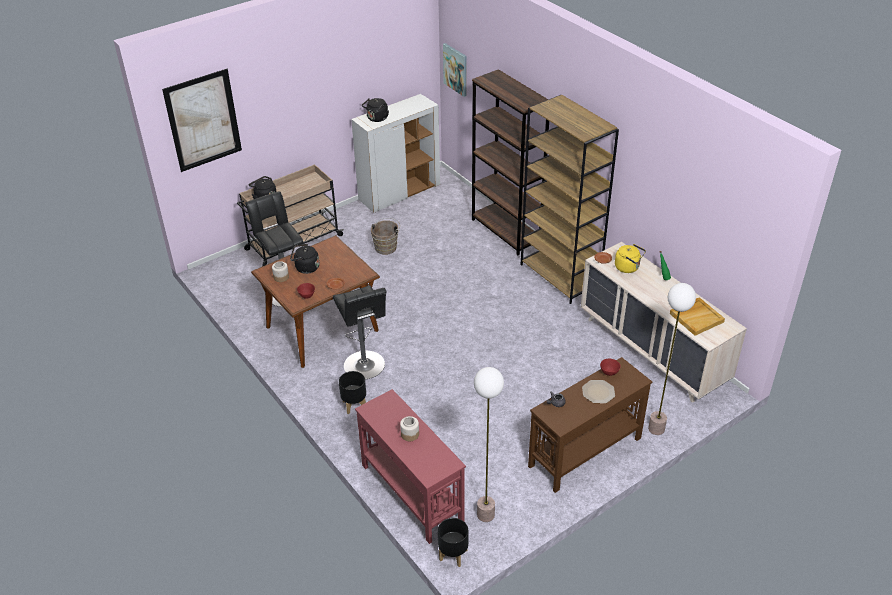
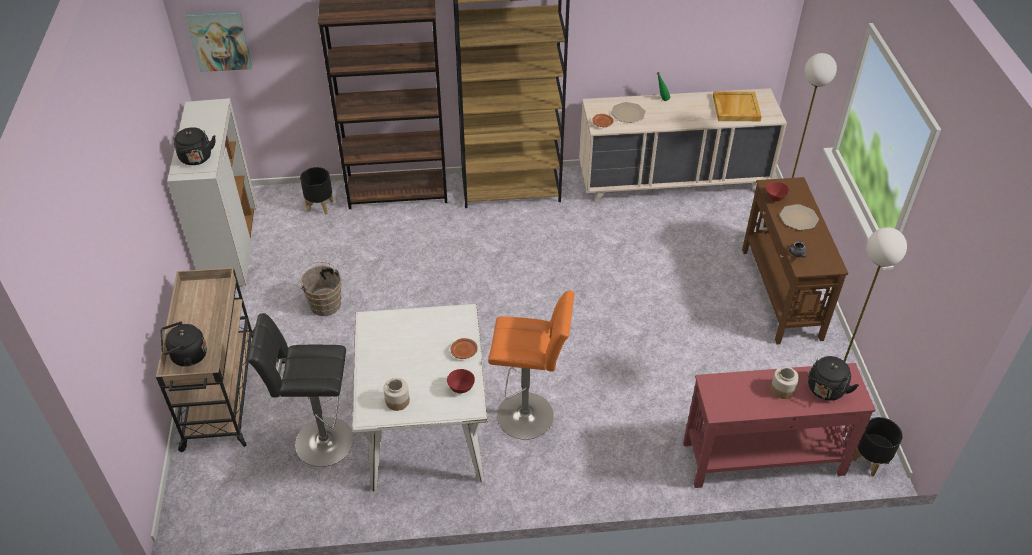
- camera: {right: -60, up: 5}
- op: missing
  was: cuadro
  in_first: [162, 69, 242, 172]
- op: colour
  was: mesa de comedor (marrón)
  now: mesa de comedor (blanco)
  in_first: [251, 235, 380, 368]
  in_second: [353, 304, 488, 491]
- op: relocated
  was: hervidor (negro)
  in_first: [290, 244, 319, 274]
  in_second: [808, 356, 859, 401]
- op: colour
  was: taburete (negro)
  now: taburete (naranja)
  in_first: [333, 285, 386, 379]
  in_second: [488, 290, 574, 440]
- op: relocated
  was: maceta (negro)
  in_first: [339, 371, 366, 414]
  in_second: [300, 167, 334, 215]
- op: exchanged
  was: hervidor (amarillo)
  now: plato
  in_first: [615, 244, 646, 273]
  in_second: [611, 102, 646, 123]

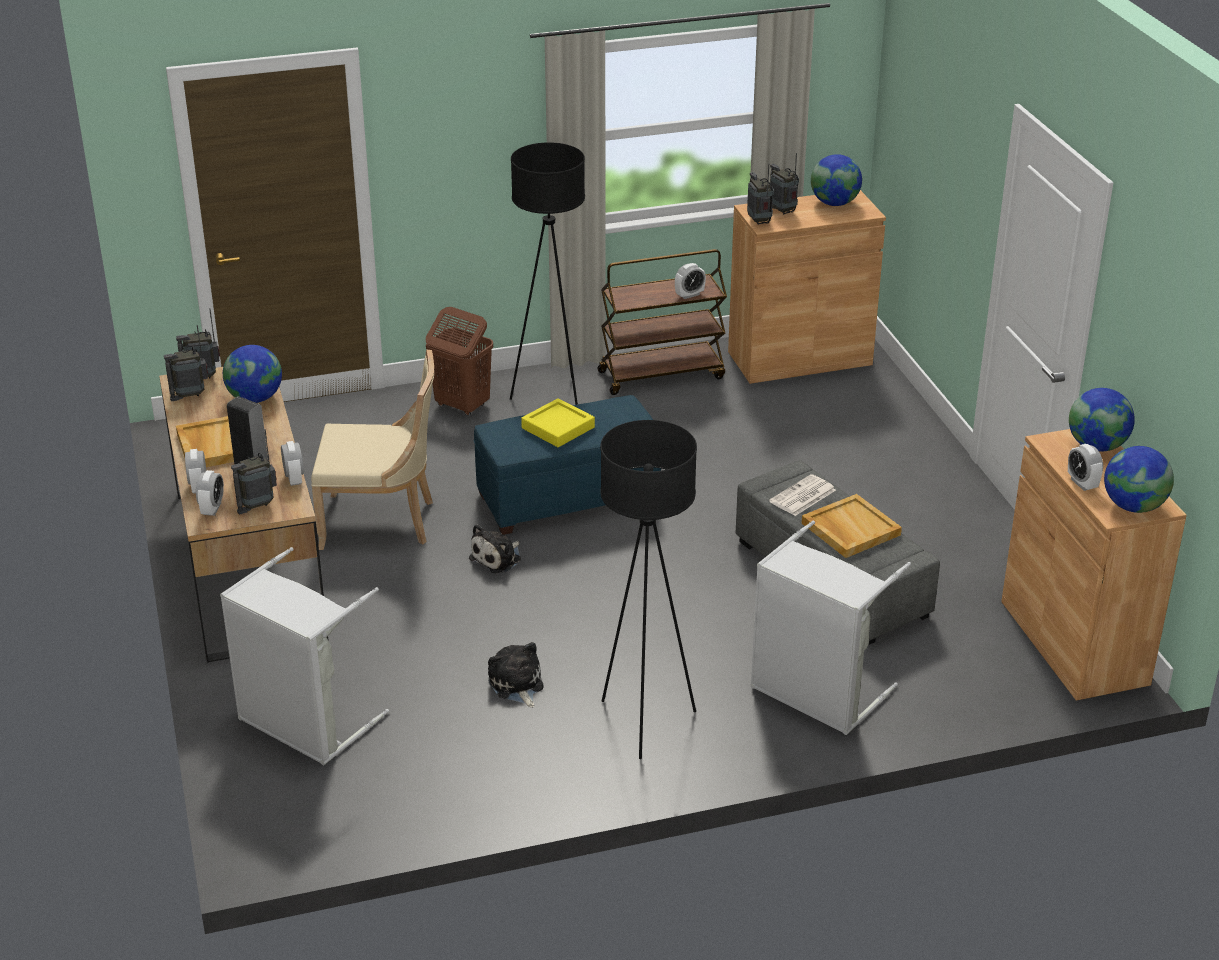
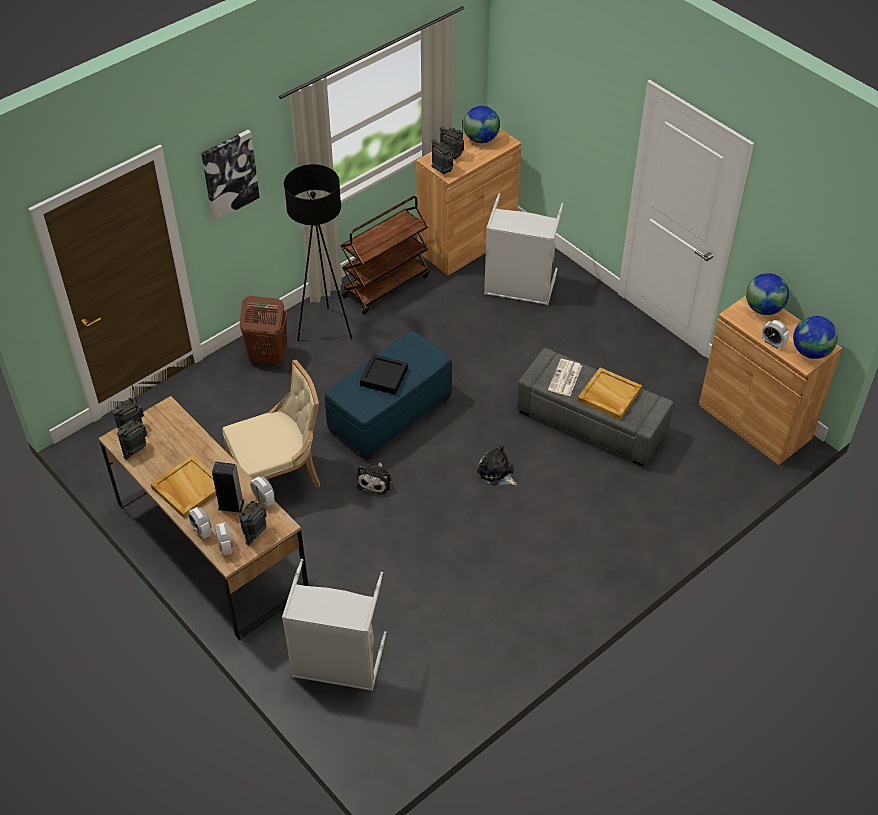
- camera: {right: -25, up: 15}
- op: missing
  was: globo terráqueo
  in_first: [223, 345, 282, 403]
- op: relocated
  was: peluche
  in_first: [488, 642, 544, 708]
  in_second: [477, 445, 517, 486]
- op: colour
  was: bandeja (amarillo)
  now: bandeja (negro)
  in_first: [521, 398, 595, 447]
  in_second: [360, 354, 408, 395]
- op: missing
  was: lámpara de pie (negro)
  in_first: [600, 420, 697, 759]
- op: missing
  was: despertador
  in_first: [675, 263, 706, 299]
- op: relocated
  was: cesto de la ropa (gris)
  in_first: [750, 520, 911, 735]
  in_second: [484, 193, 564, 305]
- op: appeared
  now: cuadro
  in_second: [201, 130, 260, 221]

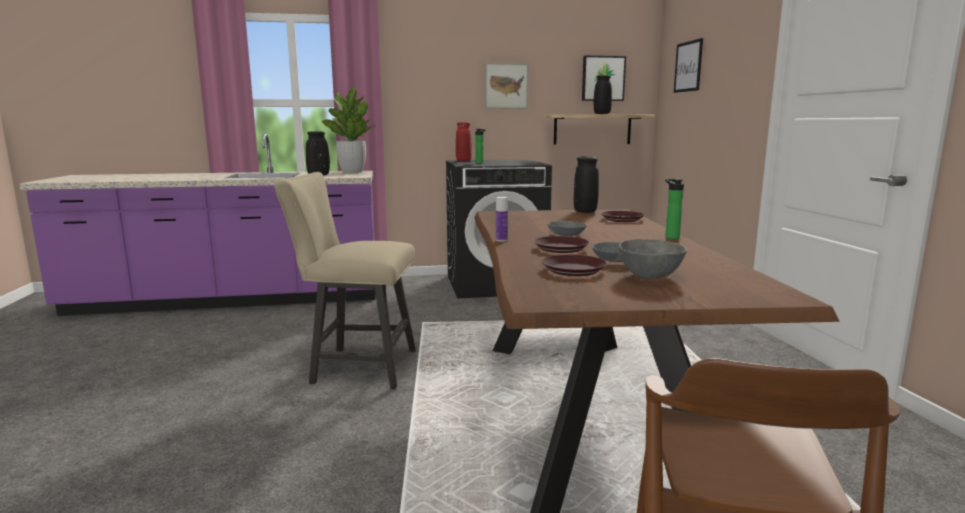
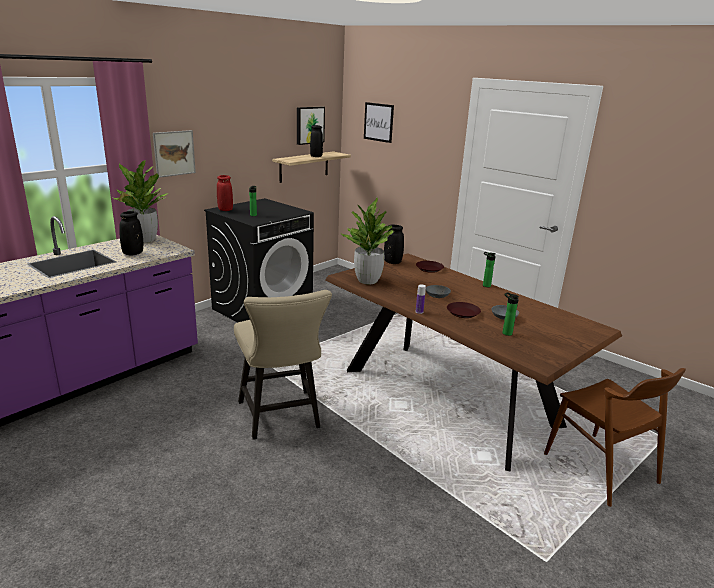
- camera: {right: -40, up: 10}
- op: spun
  was: silla (beis)
  in_first: [274, 172, 416, 389]
  in_second: [234, 290, 332, 440]
  clockwise: -75
- op: relocated
  was: cuadro
  in_first: [485, 63, 529, 109]
  in_second: [153, 130, 196, 178]
- op: exchanged
  was: plato (marrón)
  now: botella
  in_first: [541, 254, 607, 276]
  in_second: [503, 292, 519, 336]
- op: missing
  was: cuenco (gris)
  in_first: [619, 239, 687, 279]
- op: appeared
  now: planta en maceta
  in_second: [342, 198, 394, 284]

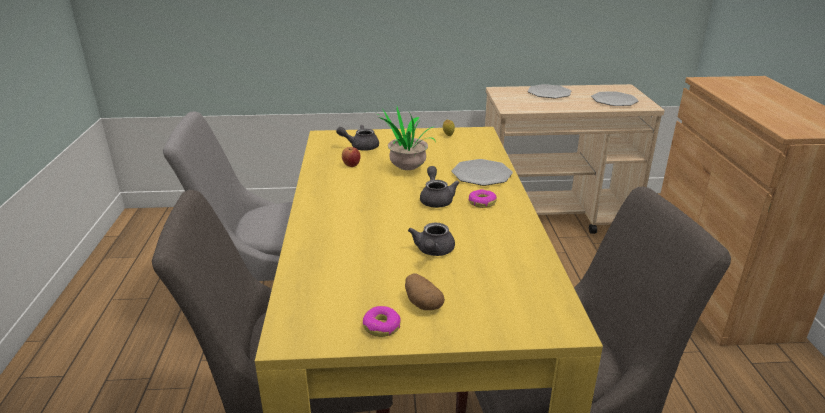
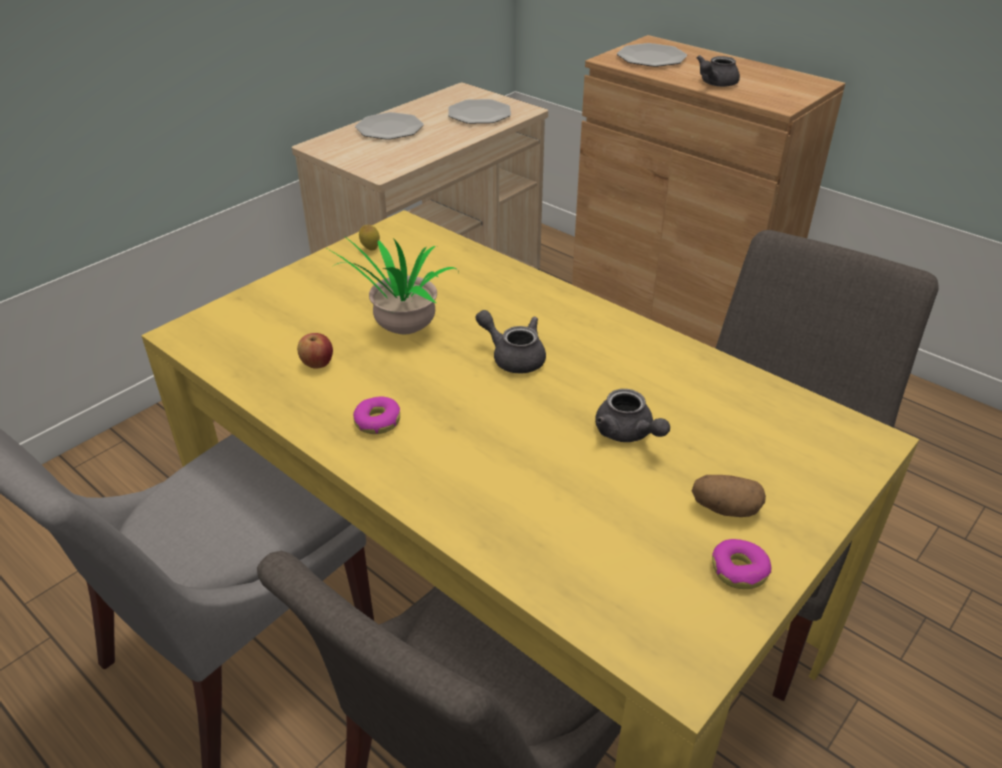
- camera: {right: -45, up: 10}
- op: relocated
  was: tetera (gris)
  in_first: [336, 125, 379, 151]
  in_second: [697, 55, 740, 87]
- op: relocated
  was: plato
  in_first: [452, 159, 513, 186]
  in_second: [617, 43, 687, 67]
- op: relocated
  was: rosquilla
  in_first: [469, 189, 497, 208]
  in_second: [353, 396, 400, 434]

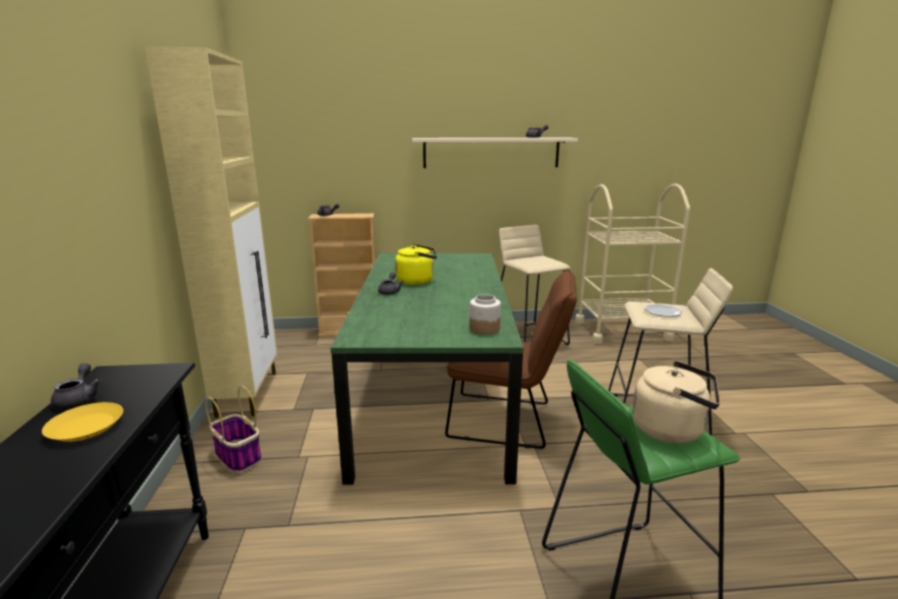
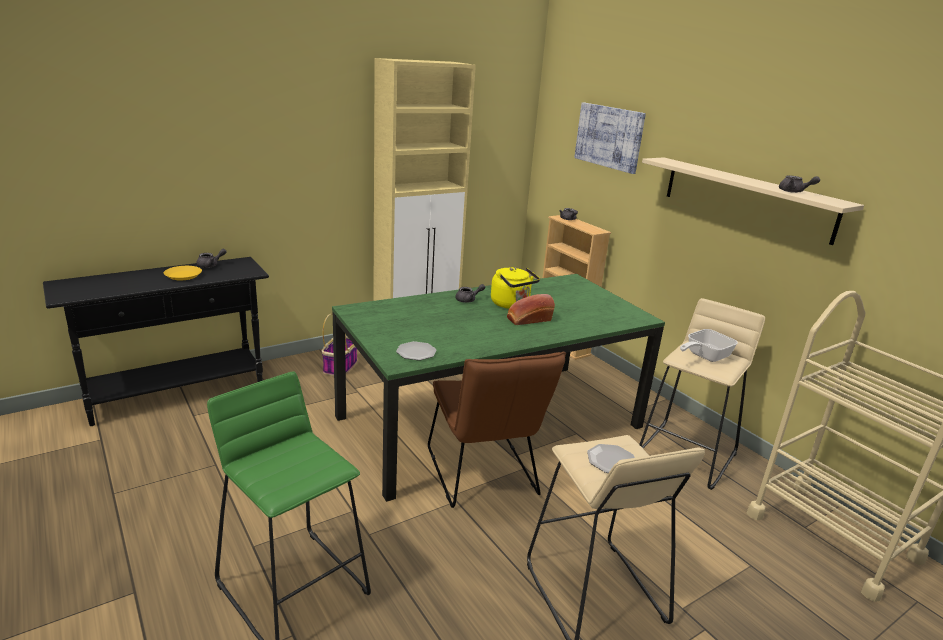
- camera: {right: 60, up: 5}
- op: exchanged
  was: tarro
  now: plato
  in_first: [470, 294, 501, 335]
  in_second: [396, 341, 436, 360]
- op: missing
  was: hervidor (beis)
  in_first: [632, 361, 720, 444]
- op: appeared
  now: pan
  in_second: [507, 294, 555, 325]
- op: appeared
  now: cuadro
  in_second: [574, 102, 646, 174]
- op: appeared
  now: sartén
  in_second: [680, 329, 738, 362]

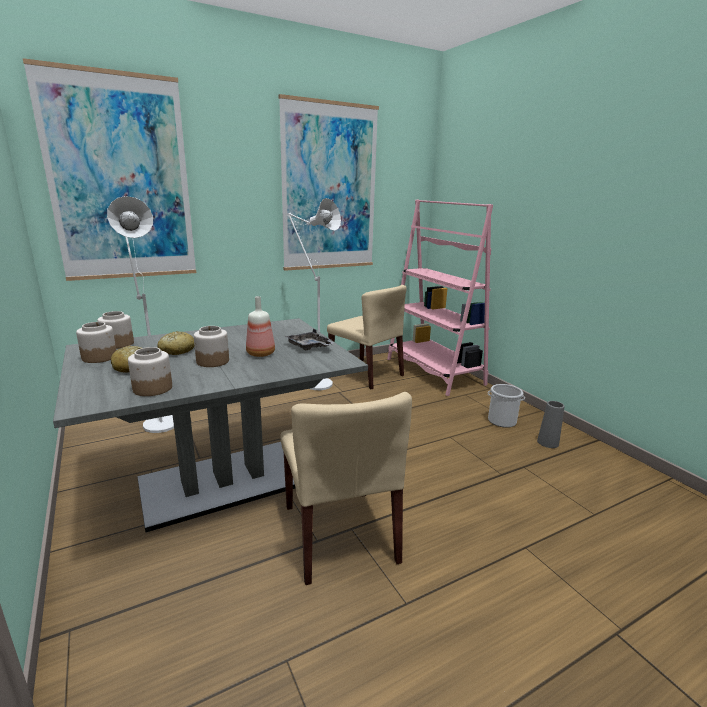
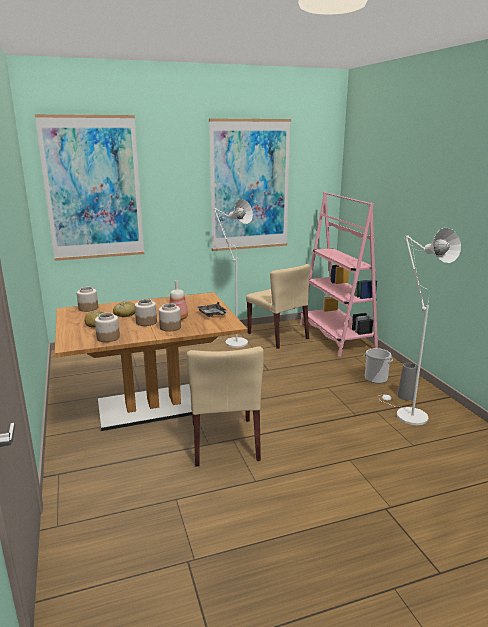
- camera: {right: 10, up: 0}
- op: colour
  was: mesa de comedor (gris)
  now: mesa de comedor (marrón)
  in_first: [53, 318, 368, 533]
  in_second: [55, 292, 248, 431]
- op: relocated
  was: tarro
  in_first: [76, 322, 116, 363]
  in_second: [159, 303, 181, 331]
- op: relocated
  was: lámpara de pie (blanco)
  in_first: [107, 196, 174, 433]
  in_second: [379, 228, 461, 425]

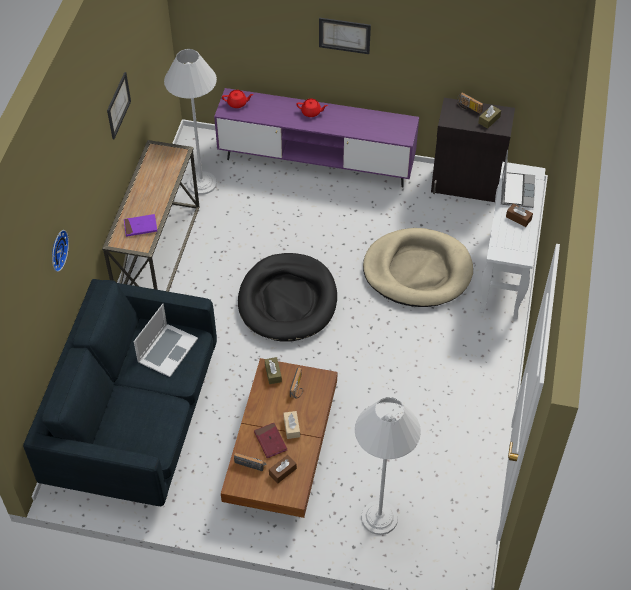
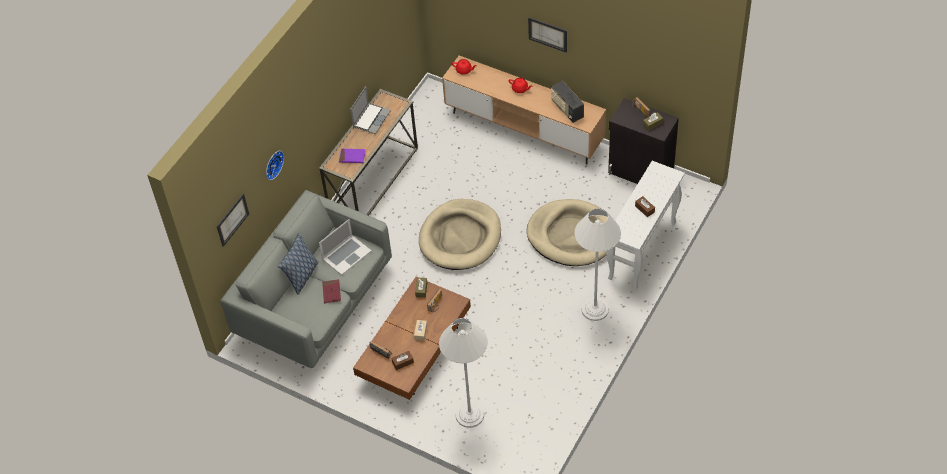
- camera: {right: 20, up: 0}
- op: colour
  was: sofá (azul)
  now: sofá (gris)
  in_first: [23, 279, 217, 506]
  in_second: [220, 190, 392, 368]
- op: relocated
  was: cuadro
  in_first: [107, 72, 131, 139]
  in_second: [217, 194, 249, 247]
- op: relocated
  was: lámpara de pie (blanco)
  in_first: [164, 49, 217, 195]
  in_second: [574, 208, 621, 321]
- op: colour
  was: mueble de televisión (morado)
  now: mueble de televisión (marrón)
  in_first: [214, 88, 419, 188]
  in_second: [442, 56, 606, 164]
- op: colour
  was: cama para perro (negro)
  now: cama para perro (beis)
  in_first: [238, 253, 337, 342]
  in_second: [419, 199, 501, 270]
- op: relocated
  was: libro (rojo)
  in_first: [254, 423, 287, 458]
  in_second: [322, 279, 341, 303]
- op: relocated
  was: portátil
  in_first: [501, 150, 535, 208]
  in_second: [350, 86, 391, 134]
- op: appeared
  now: cojín
  in_second: [278, 233, 319, 295]
- op: appeared
  now: radio
  in_second: [551, 81, 584, 123]

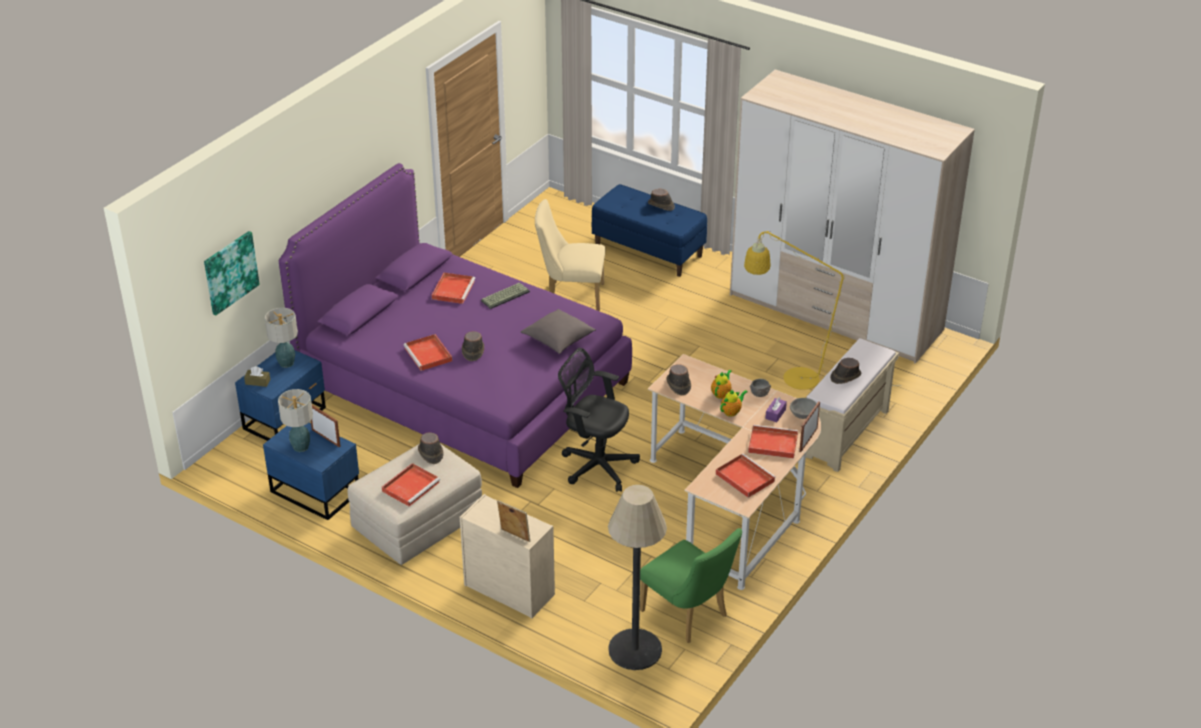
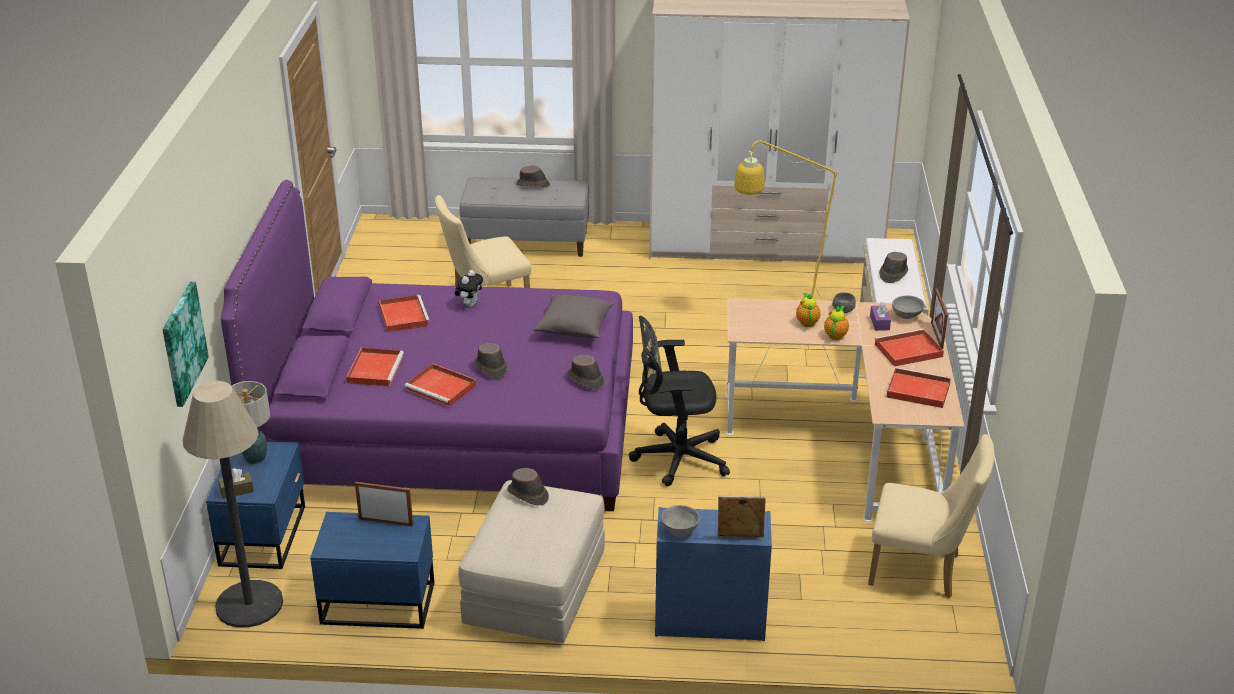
- camera: {right: -30, up: -5}
- op: missing
  was: lámpara de mesa
  in_first: [278, 389, 313, 452]
- op: relocated
  was: bandeja (rojo)
  in_first: [382, 463, 440, 507]
  in_second: [346, 348, 404, 387]
- op: colour
  was: cómoda (beis)
  now: cómoda (azul)
  in_first: [460, 494, 555, 619]
  in_second: [655, 507, 772, 641]
- op: exchanged
  was: teclado
  now: peluche
  in_first: [481, 282, 530, 309]
  in_second: [455, 270, 483, 307]
- op: colour
  was: banco (azul)
  now: banco (gris)
  in_first: [591, 184, 707, 277]
  in_second: [460, 177, 589, 257]
- op: relocated
  was: lámpara de pie
  in_first: [608, 485, 667, 670]
  in_second: [183, 381, 283, 628]
- op: colour
  was: silla (verde)
  now: silla (beis)
  in_first: [640, 528, 742, 643]
  in_second: [868, 434, 994, 598]
- op: relocated
  was: sombrero (marrón)
  in_first: [667, 364, 691, 395]
  in_second: [567, 355, 605, 390]
- op: appeared
  now: cuenco (gris)
  in_second: [661, 505, 700, 536]

